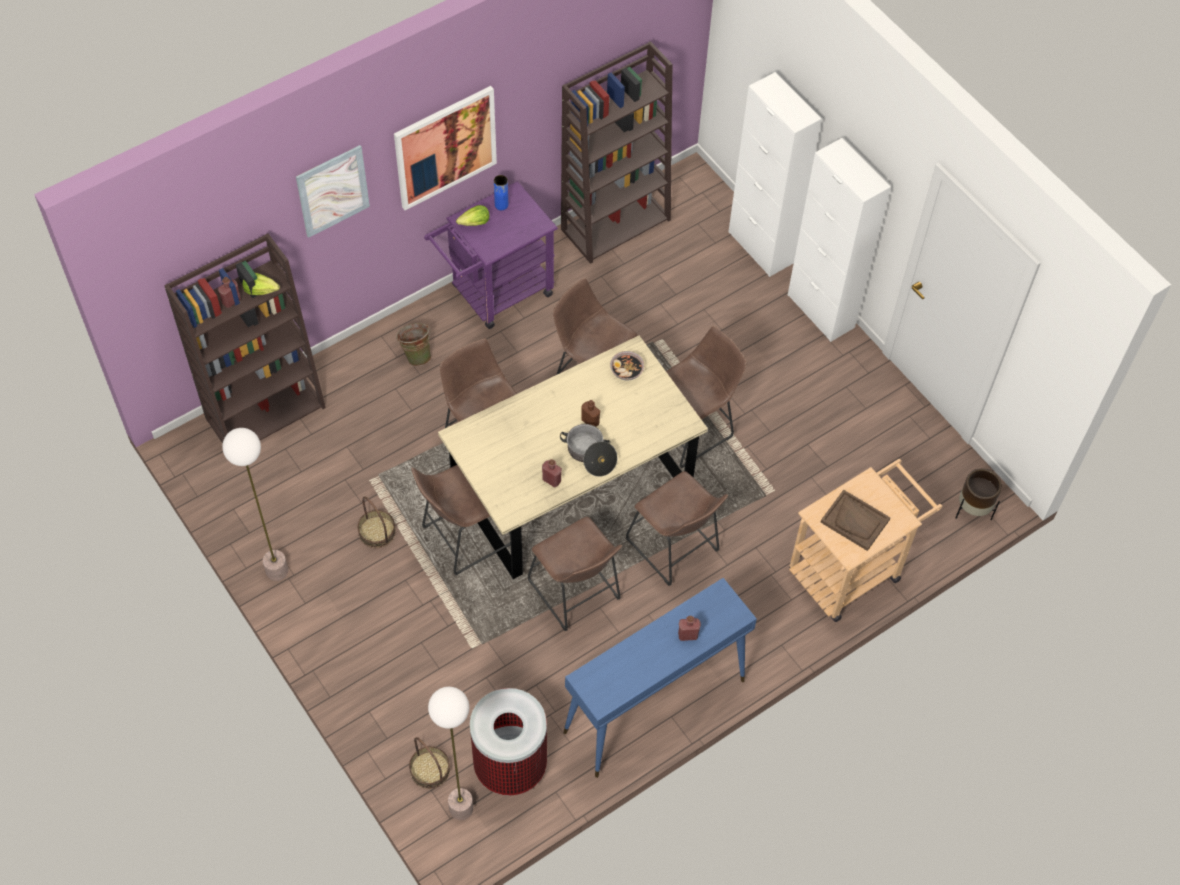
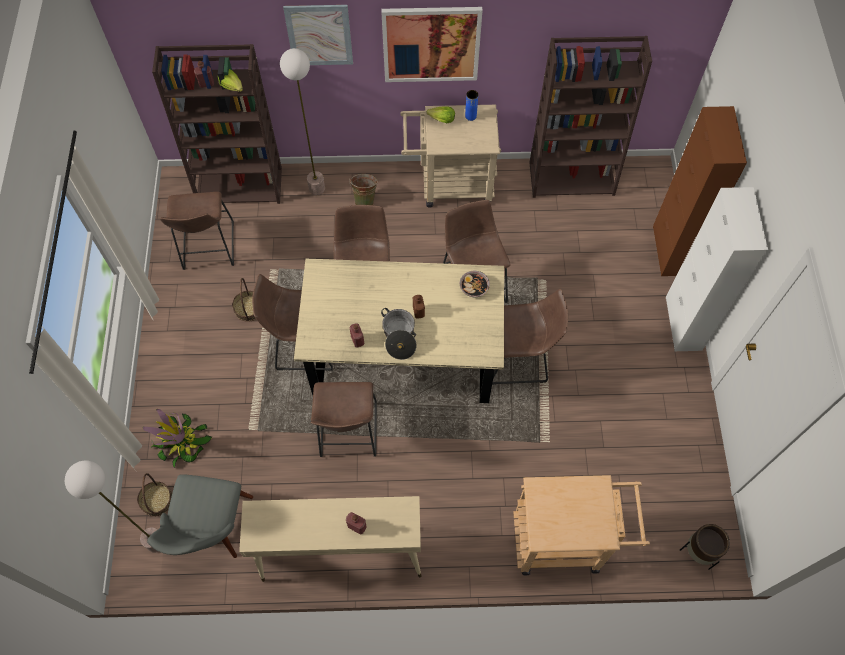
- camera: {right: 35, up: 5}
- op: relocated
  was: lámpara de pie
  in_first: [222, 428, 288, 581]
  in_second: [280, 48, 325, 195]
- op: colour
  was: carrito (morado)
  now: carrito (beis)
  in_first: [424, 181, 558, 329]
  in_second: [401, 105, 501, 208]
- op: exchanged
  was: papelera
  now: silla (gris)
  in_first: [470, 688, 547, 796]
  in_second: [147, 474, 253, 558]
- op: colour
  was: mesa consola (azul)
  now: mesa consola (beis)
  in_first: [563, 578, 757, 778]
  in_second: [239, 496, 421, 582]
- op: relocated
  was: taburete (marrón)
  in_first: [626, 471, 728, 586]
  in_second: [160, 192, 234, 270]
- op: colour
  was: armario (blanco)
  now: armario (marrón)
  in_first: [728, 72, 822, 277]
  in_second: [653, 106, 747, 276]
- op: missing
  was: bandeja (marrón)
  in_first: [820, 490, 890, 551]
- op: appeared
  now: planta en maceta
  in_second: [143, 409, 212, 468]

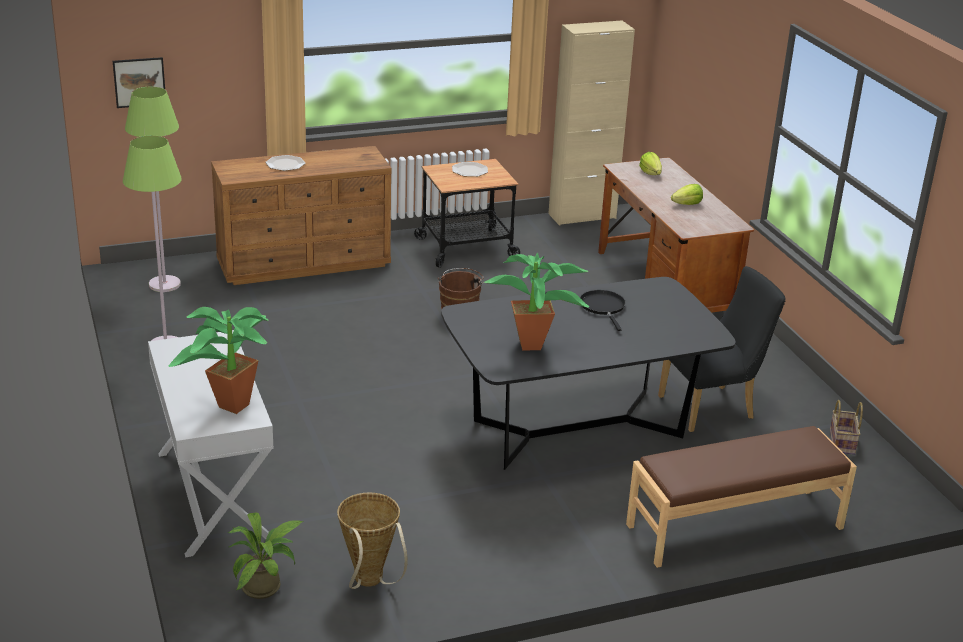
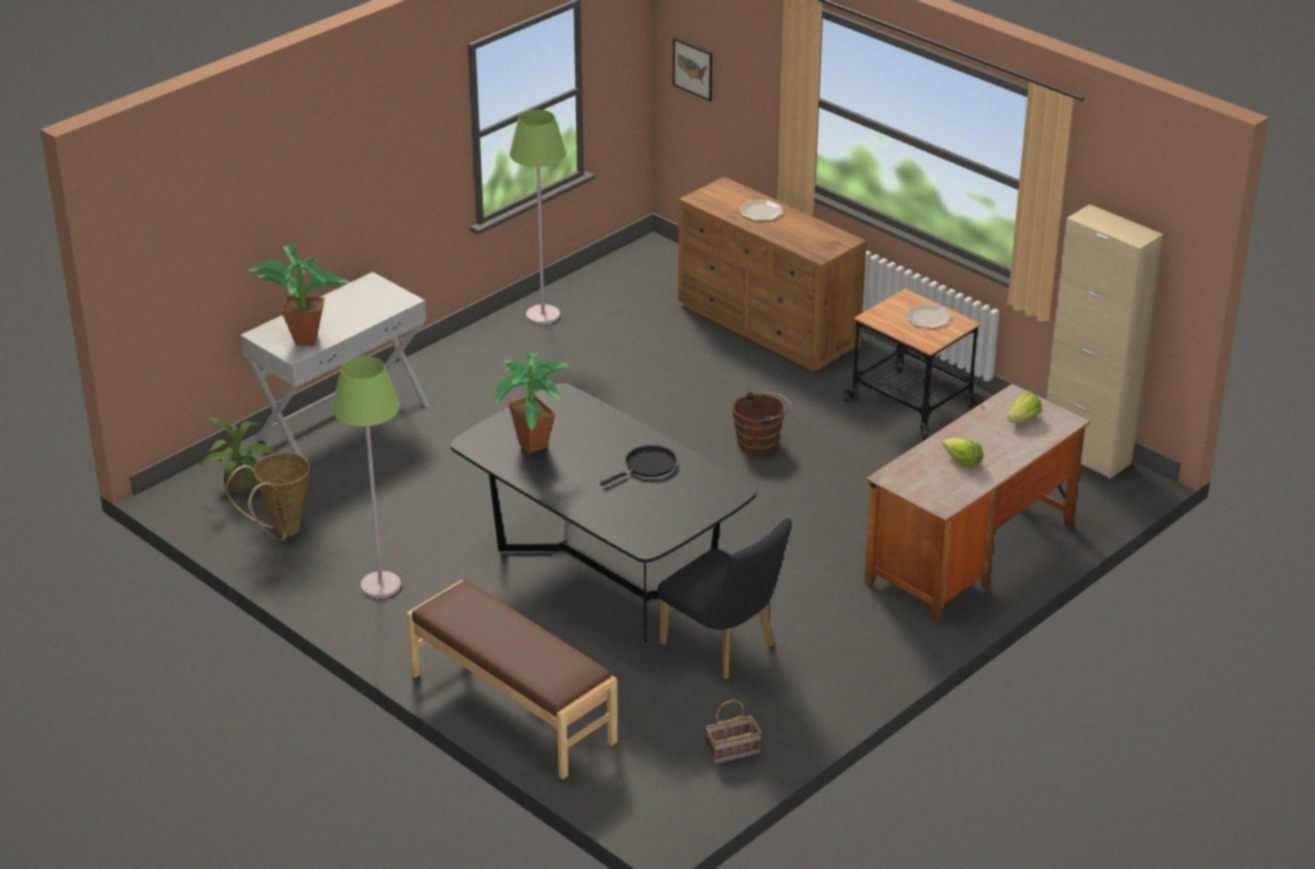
- camera: {right: 65, up: 5}
- op: relocated
  was: lámpara de pie (verde)
  in_first: [125, 87, 181, 292]
  in_second: [332, 356, 401, 599]

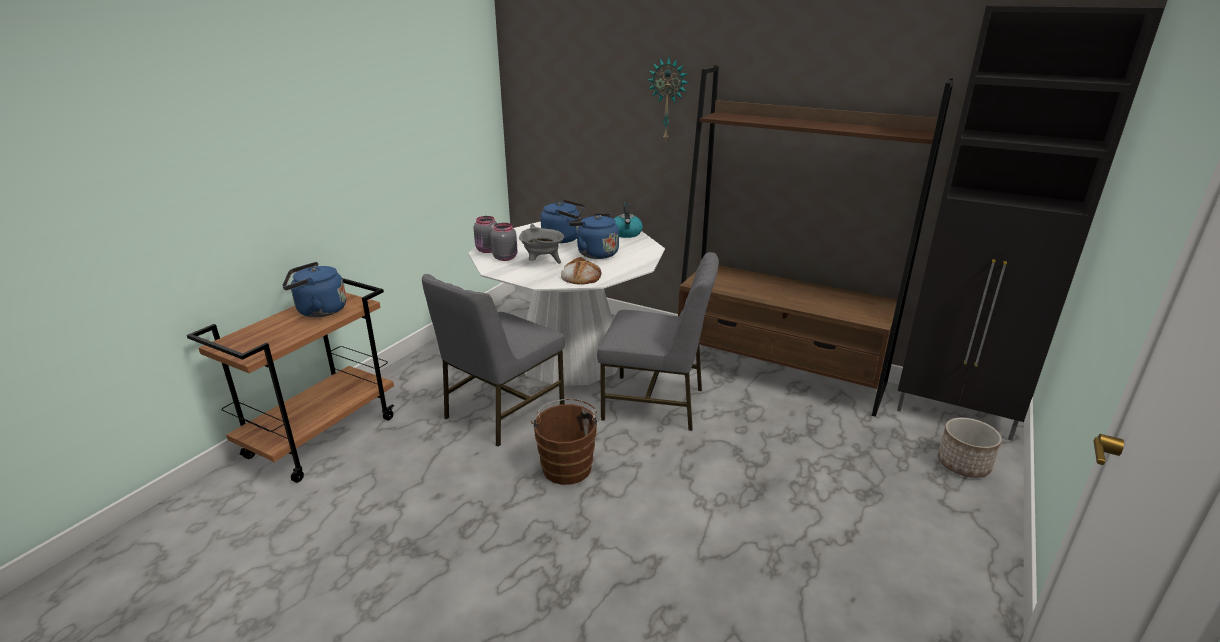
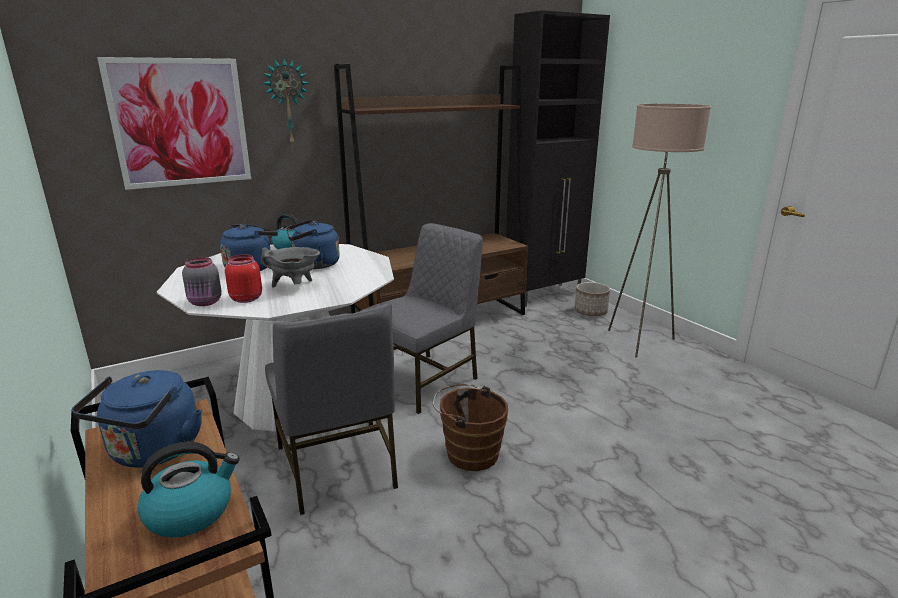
- camera: {right: -60, up: -5}
- op: colour
  was: tarro (gris)
  now: tarro (rojo)
  in_first: [491, 223, 518, 261]
  in_second: [225, 254, 262, 303]
- op: missing
  was: pan
  in_first: [561, 257, 601, 285]
- op: appeared
  now: cuadro
  in_second: [97, 57, 251, 190]
- op: appeared
  now: hervidor
  in_second: [137, 442, 240, 538]
- op: appeared
  now: lámpara de pie (beis)
  in_second: [608, 104, 711, 358]

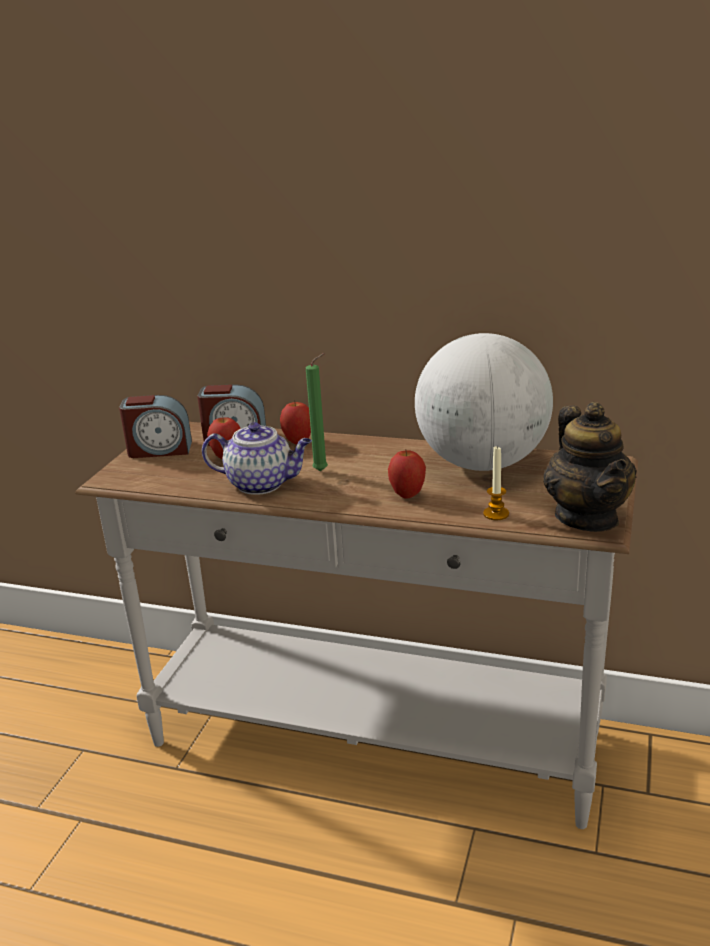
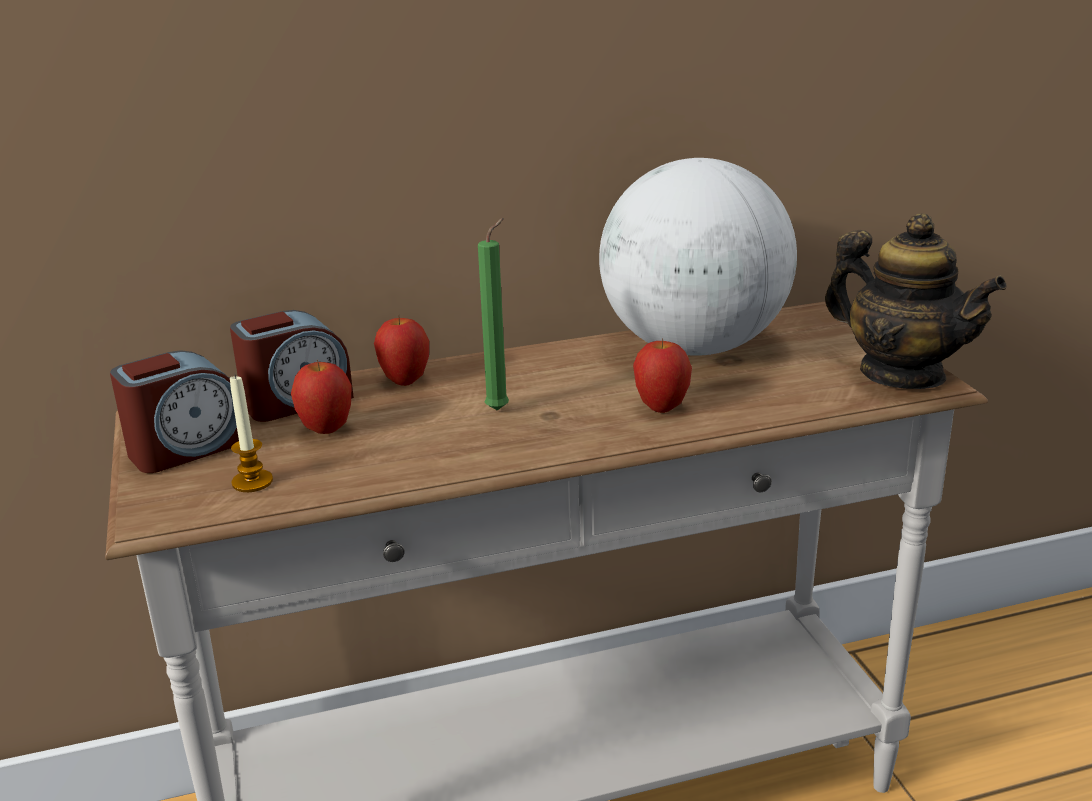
- camera: {right: -35, up: 0}
- op: missing
  was: tetera
  in_first: [202, 422, 312, 495]
- op: relocated
  was: vela
  in_first: [483, 445, 509, 520]
  in_second: [230, 375, 273, 492]

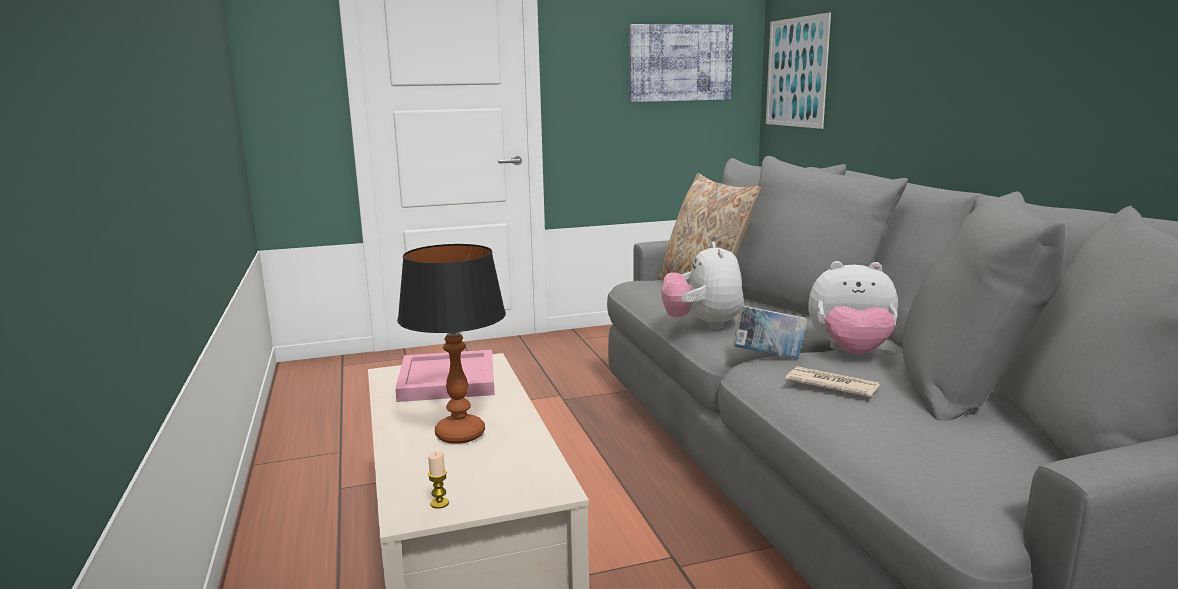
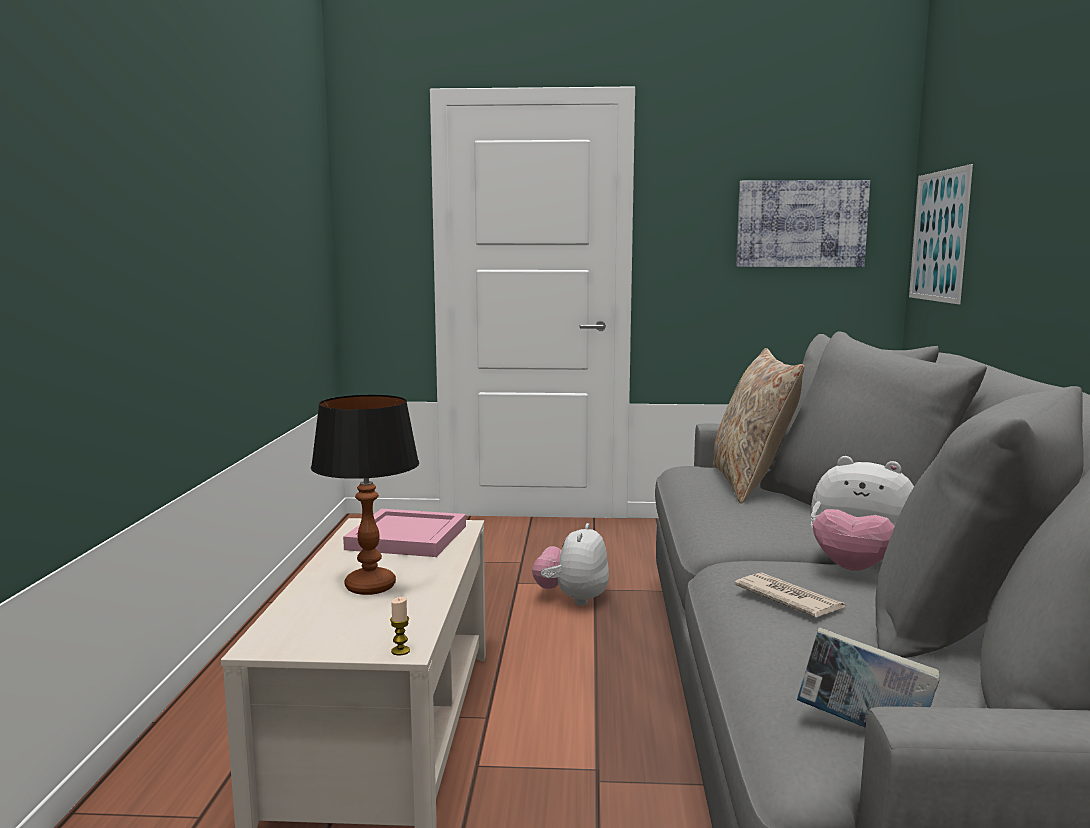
- camera: {right: 20, up: -5}
- op: relocated
  was: vela
  in_first: [428, 451, 449, 509]
  in_second: [390, 597, 410, 656]
- op: relocated
  was: peluche
  in_first: [661, 242, 744, 329]
  in_second: [532, 523, 609, 606]
- op: relocated
  was: libro
  in_first: [733, 305, 808, 359]
  in_second: [797, 627, 940, 728]

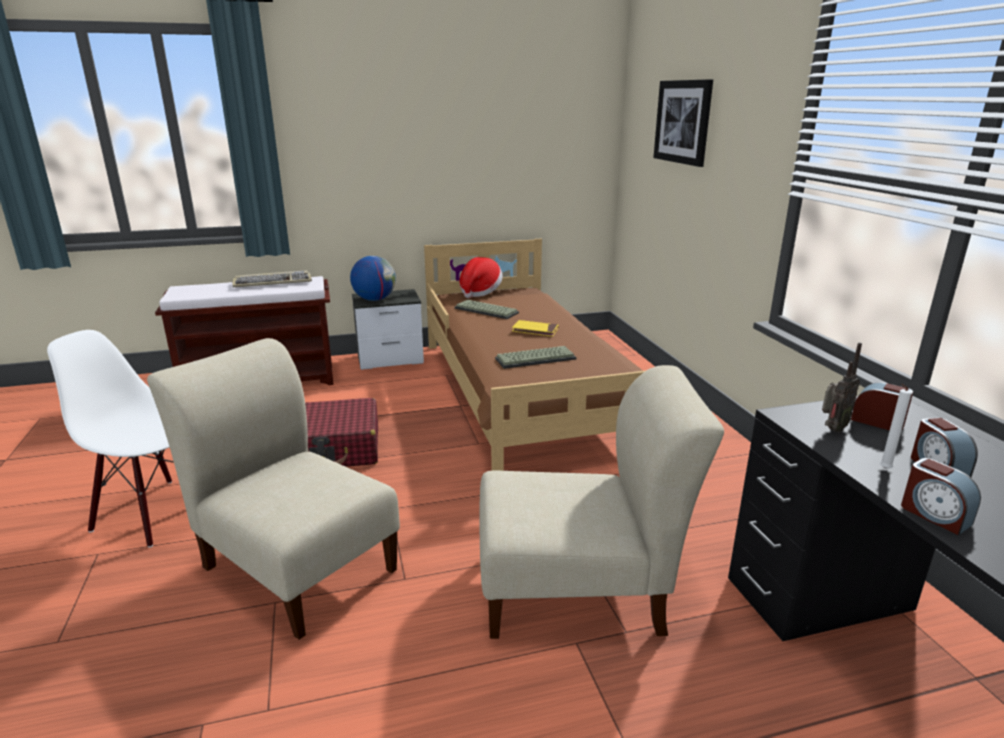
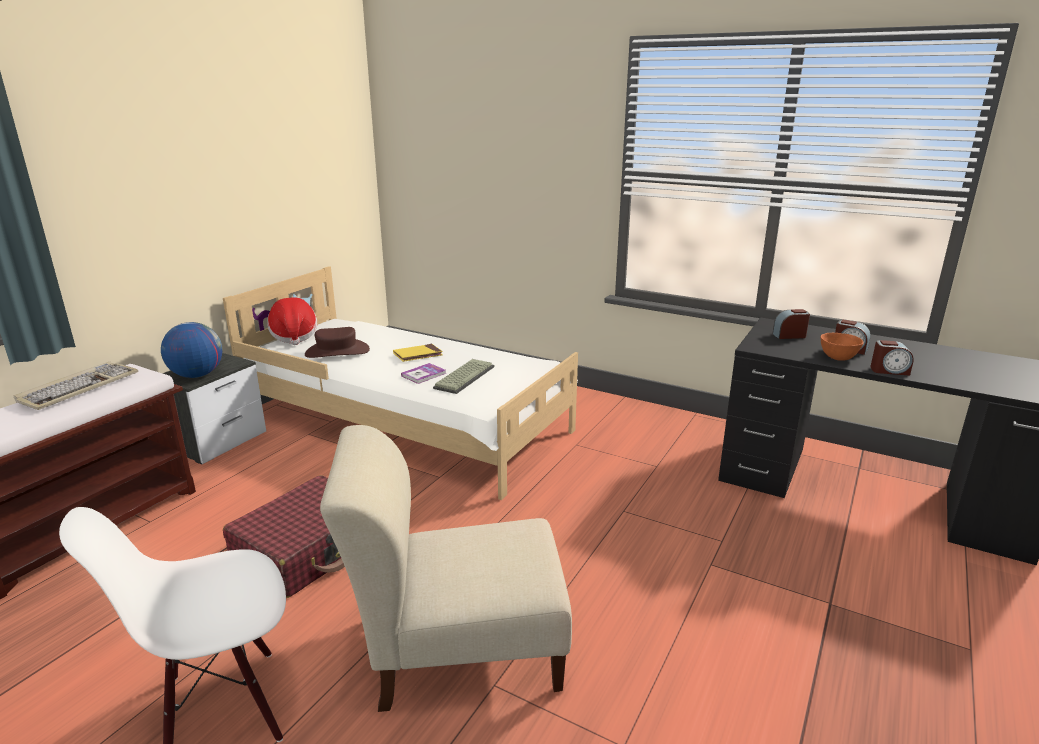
- camera: {right: -45, up: 0}
- op: colour
  was: cama (marrón)
  now: cama (blanco)
  in_first: [424, 239, 645, 471]
  in_second: [223, 266, 578, 500]
- op: exchanged
  was: teclado
  now: sombrero (marrón)
  in_first: [455, 300, 519, 319]
  in_second: [305, 327, 370, 358]
- op: missing
  was: silla (beis)
  in_first: [480, 365, 724, 639]
- op: missing
  was: cuadro
  in_first: [653, 79, 713, 167]
- op: missing
  was: radio
  in_first: [822, 343, 862, 433]
- op: exchanged
  was: vela (blanco)
  now: cuenco (naranja)
  in_first: [880, 384, 912, 469]
  in_second: [821, 333, 864, 361]
- op: appeared
  now: libro
  in_second: [401, 363, 446, 384]

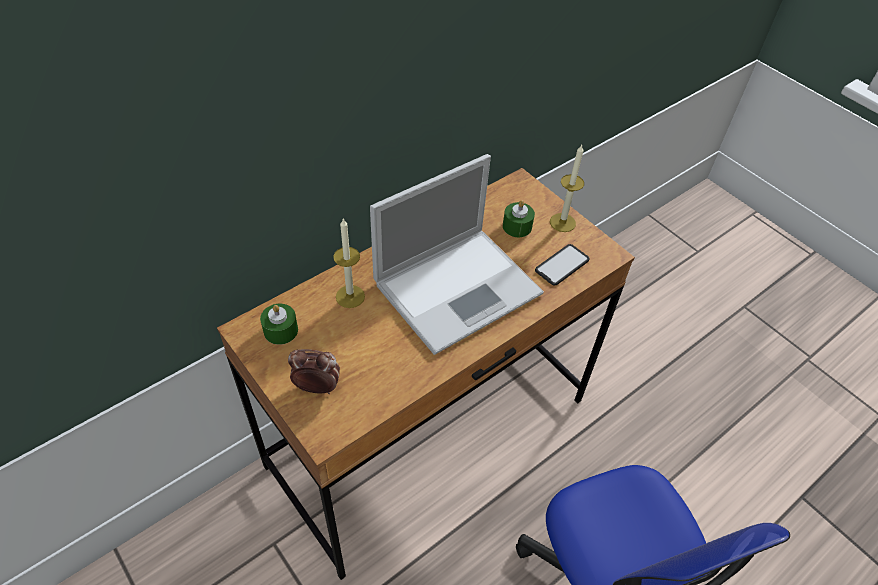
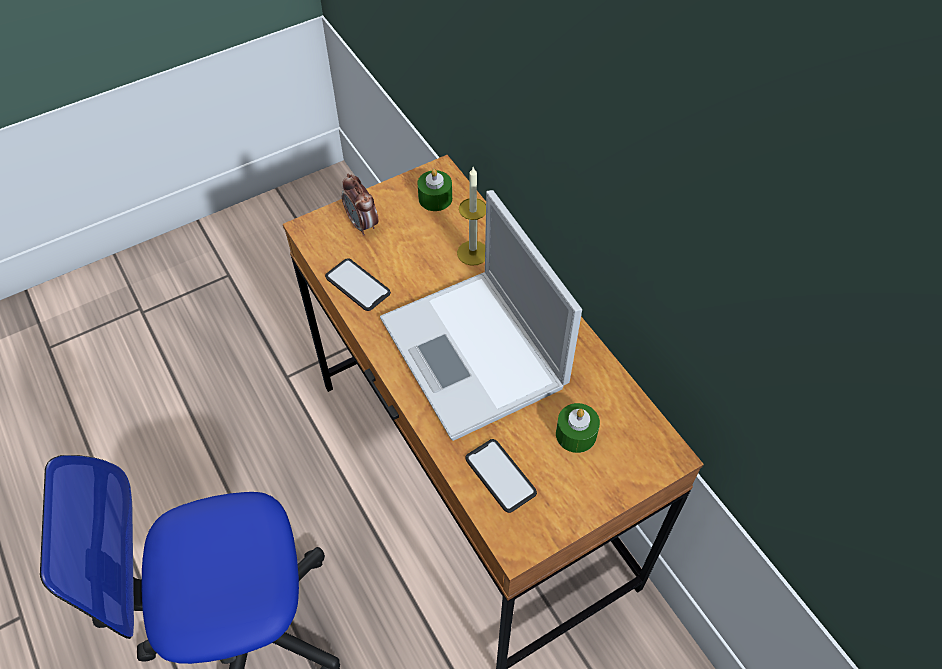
- camera: {right: 100, up: 5}
- op: spun
  was: despertador
  in_first: [288, 349, 340, 394]
  in_second: [342, 174, 378, 236]
  clockwise: 135
- op: missing
  was: vela
  in_first: [550, 145, 584, 232]
- op: appeared
  now: móvil
  in_second: [325, 258, 391, 311]

